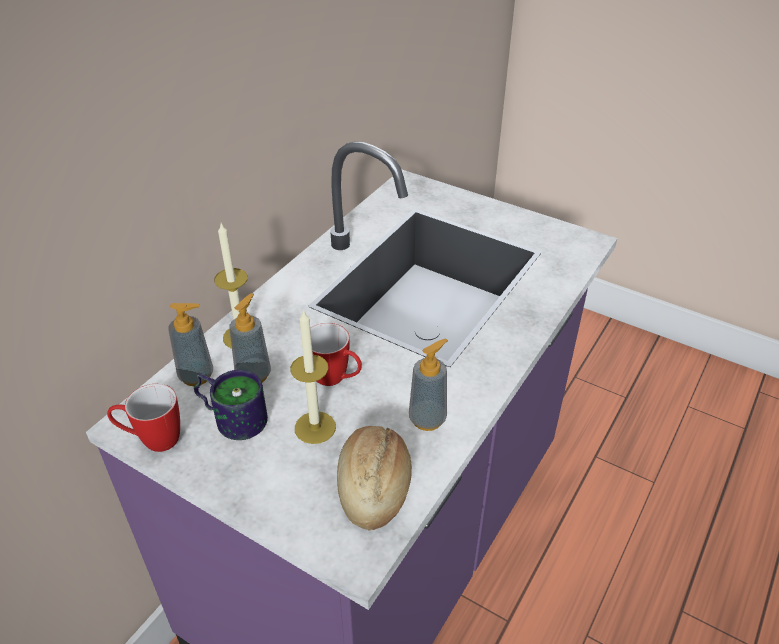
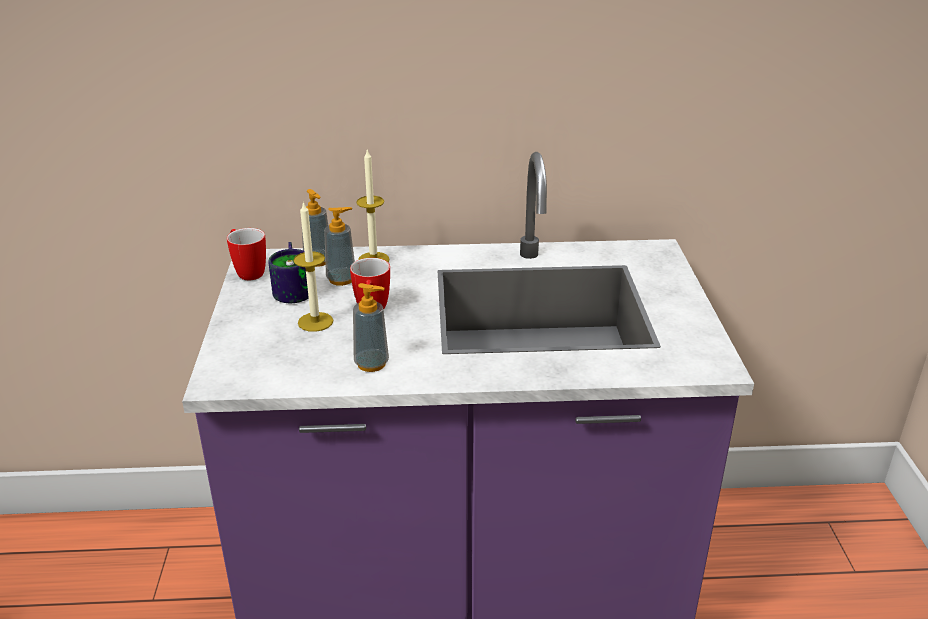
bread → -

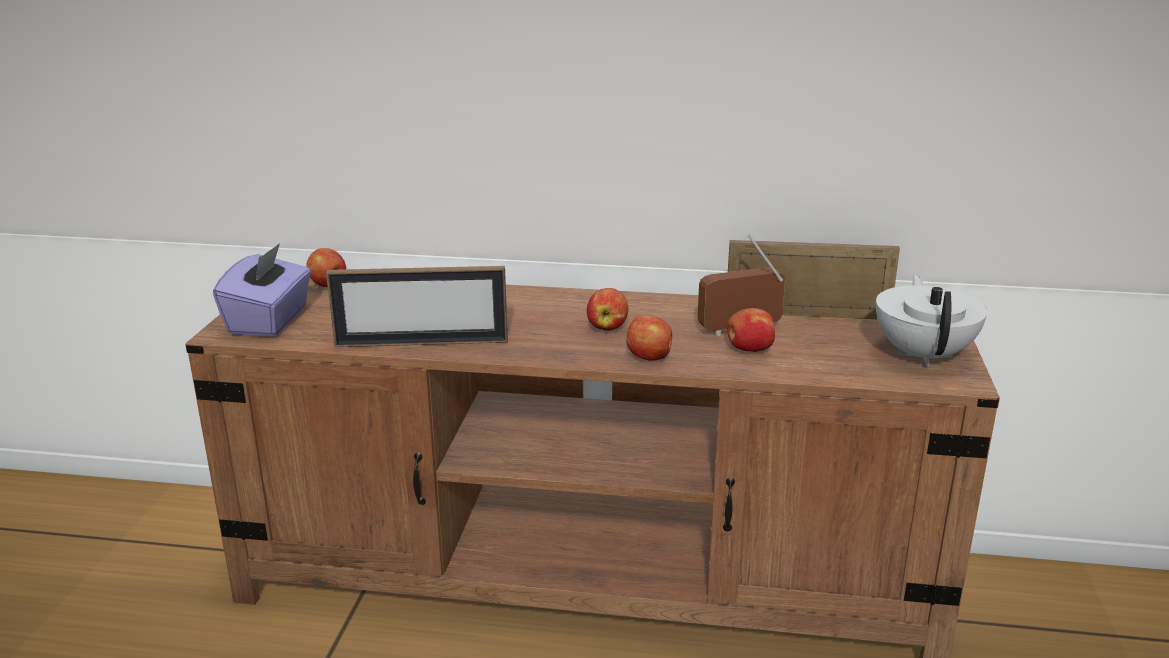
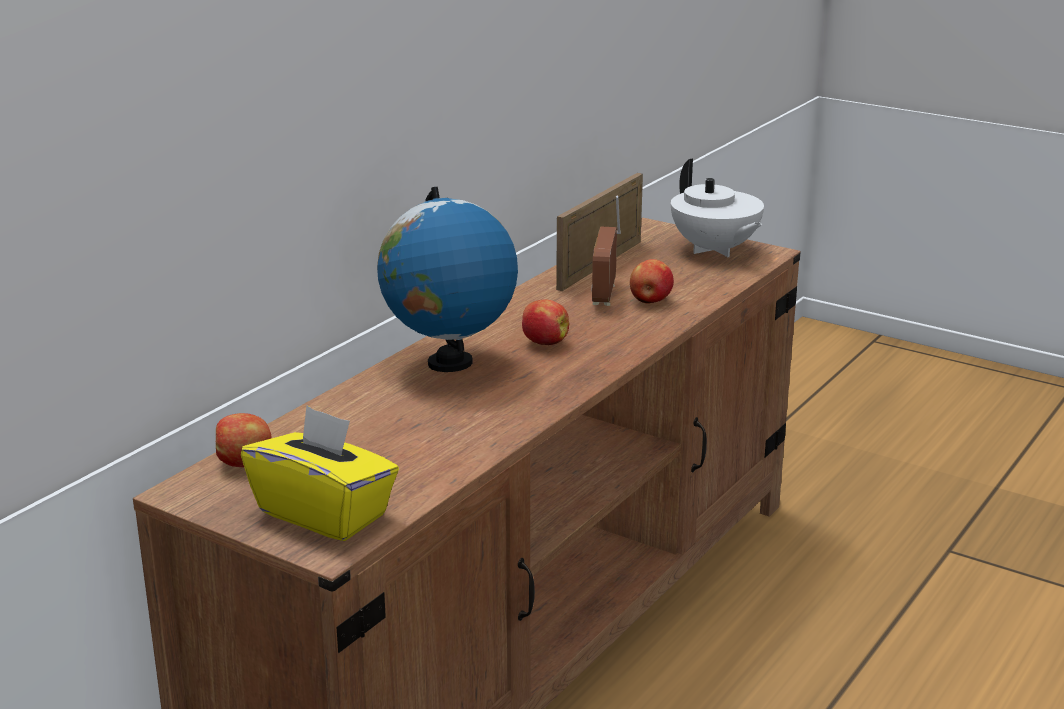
picture frame (1st from left) → -
apple (3rd from left) → -
- → globe
tissue box (purple) → tissue box (yellow)
teapot (white), 150 degrees counterclockwise

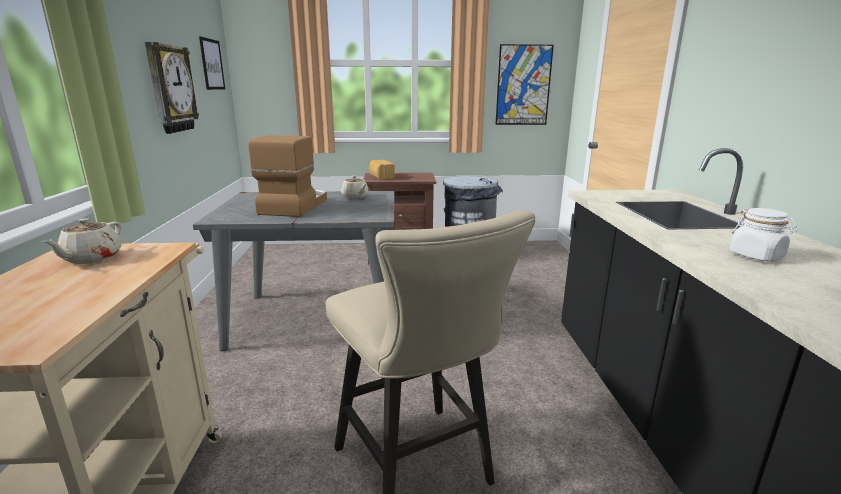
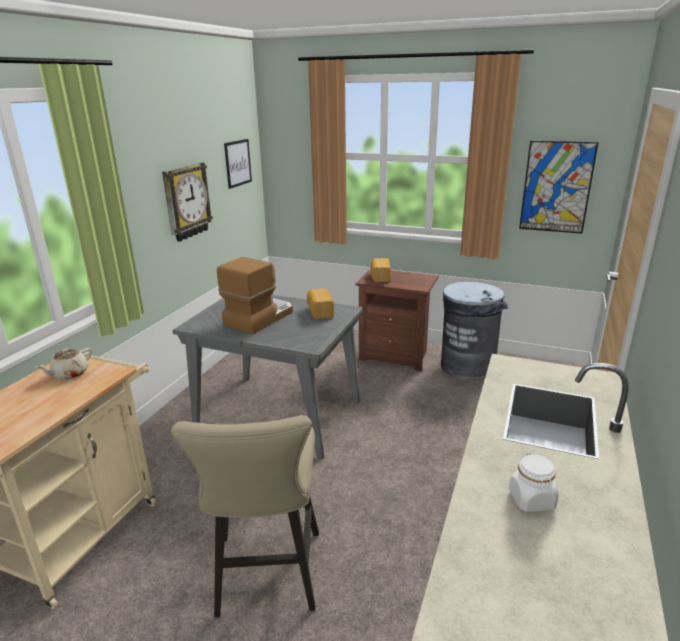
teapot (beige) (2nd from left) → bread (1st from left)

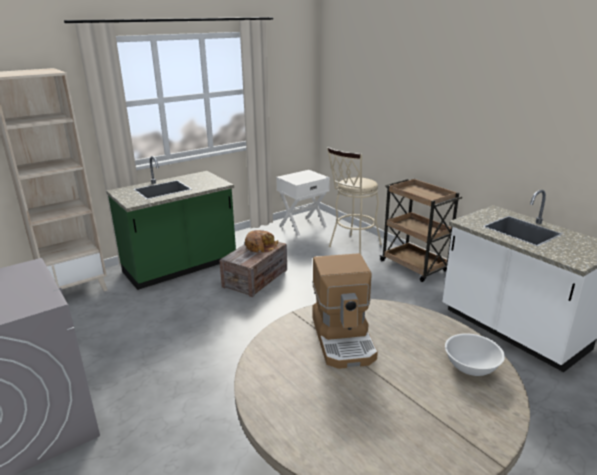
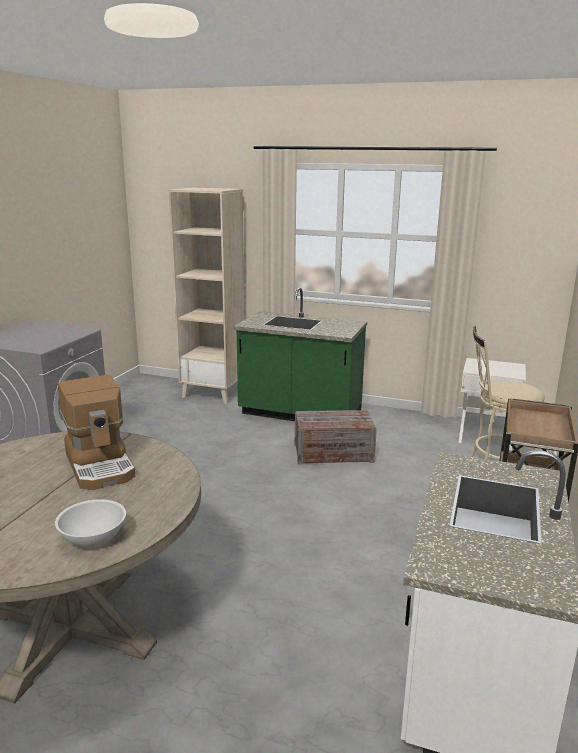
bread → -
coffee machine, 75 degrees counterclockwise

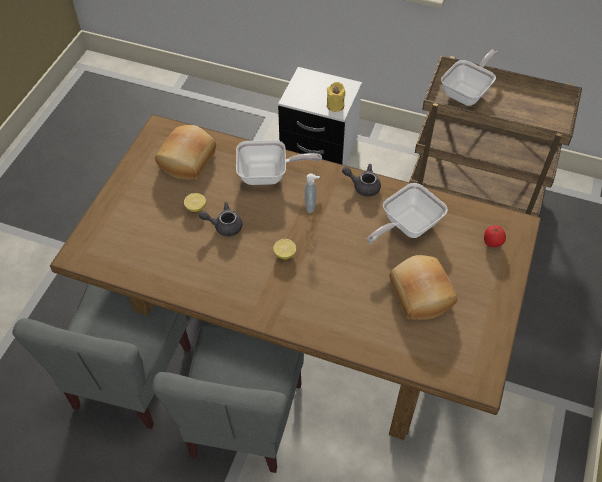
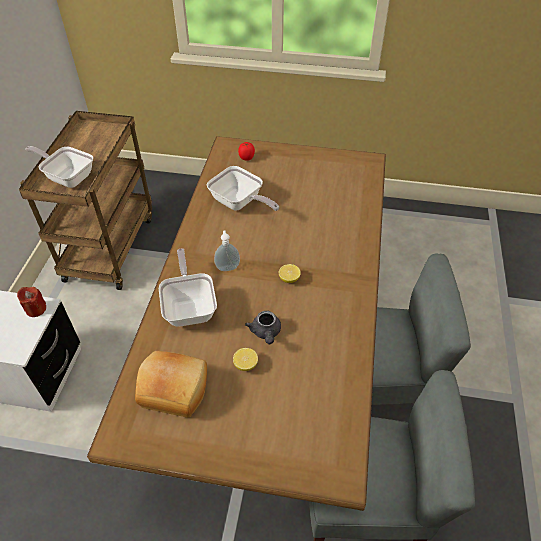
teapot (grey) (2nd from left) → -
bread (2nd from left) → -
candle (yellow) → candle (red)

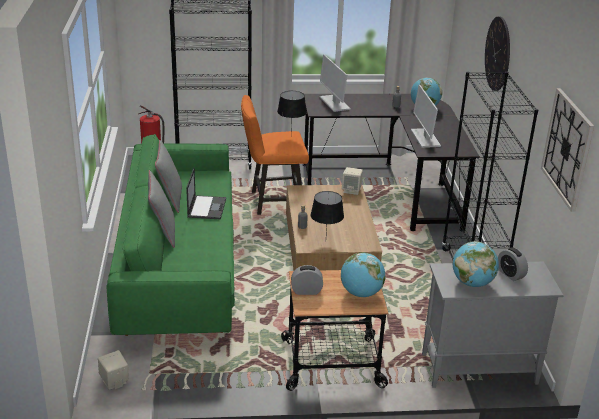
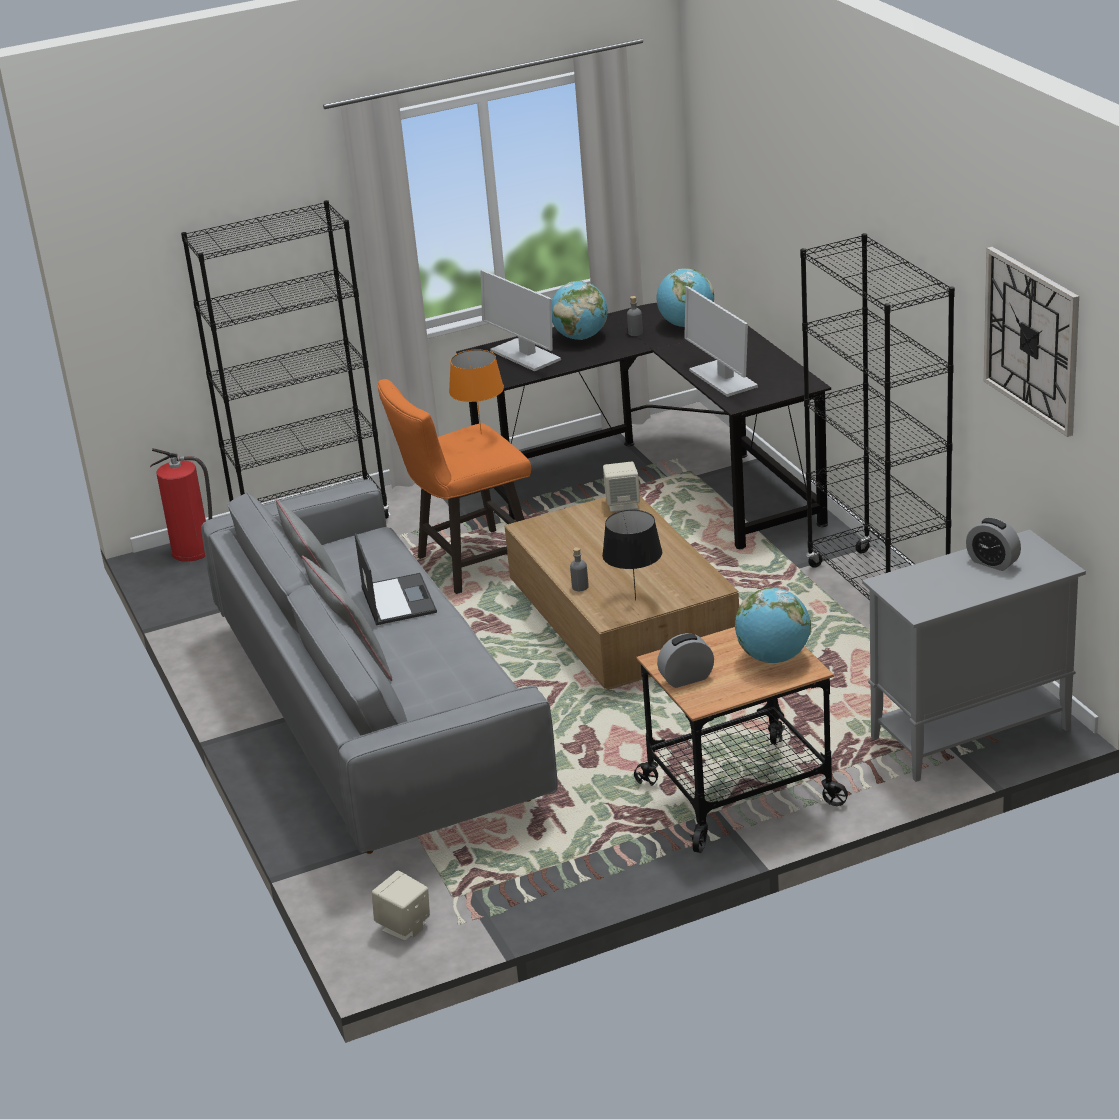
wall clock (1st from left) → -
globe (3rd from left in the first image) → globe (1st from left), move
sofa (green) → sofa (grey)
table lamp (black) (1st from left) → table lamp (orange)

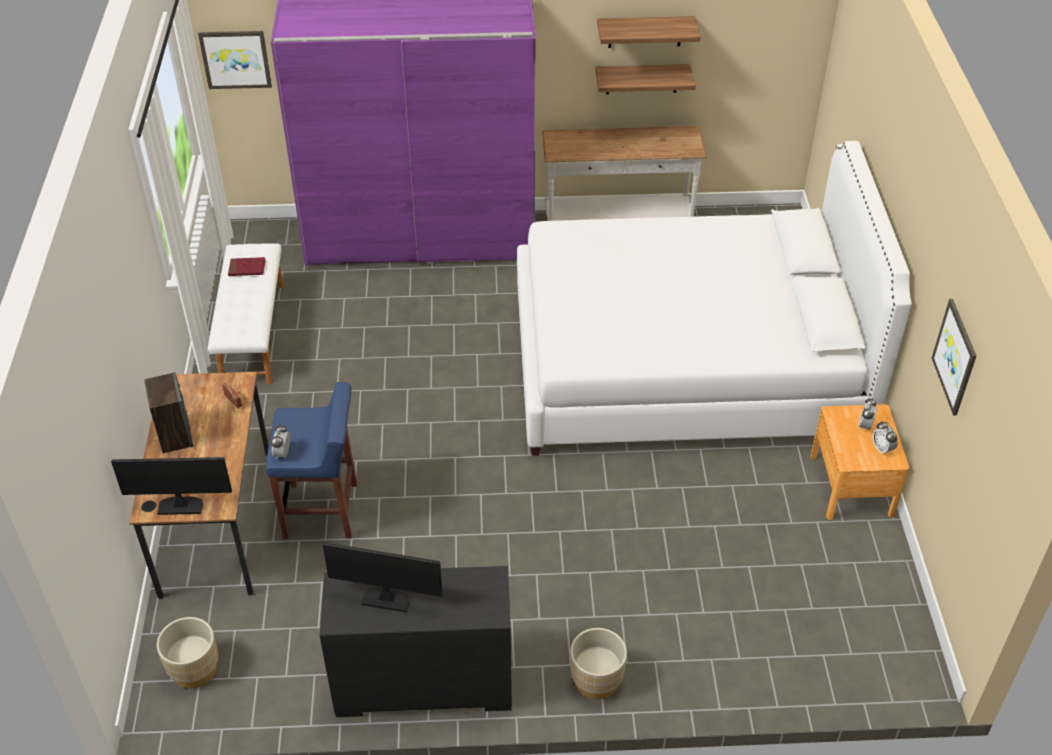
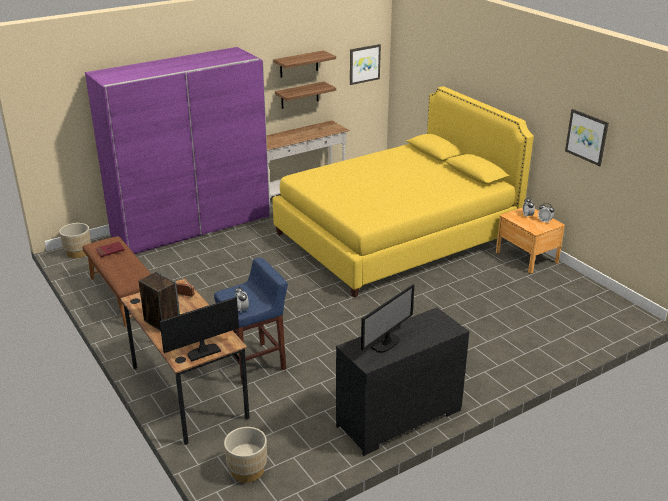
picture (1st from left), move
planter (beige) (2nd from left in the first image) → planter (beige) (1st from left), move
bench (white) → bench (brown)
bed (white) → bed (yellow)
monitor (2nd from left), 150 degrees clockwise

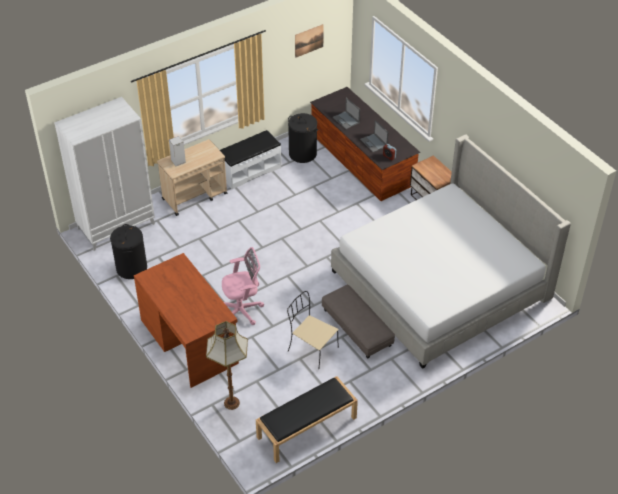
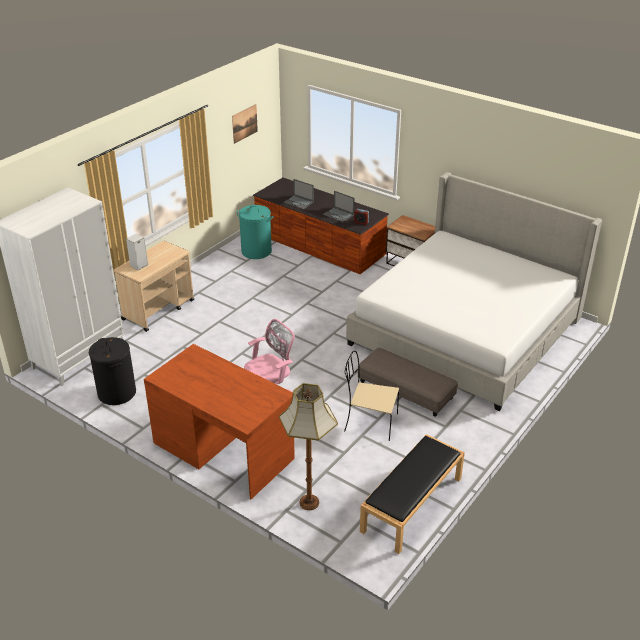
bench (white) → -
laundry basket (black) (2nd from left) → laundry basket (turquoise)

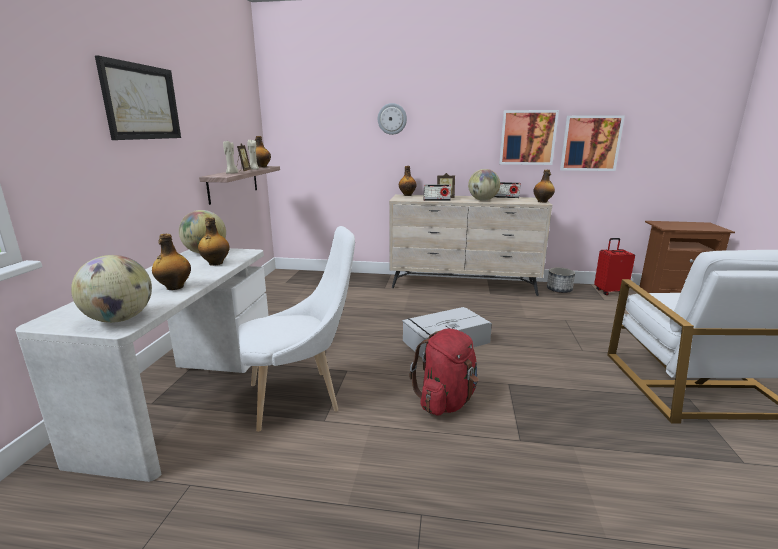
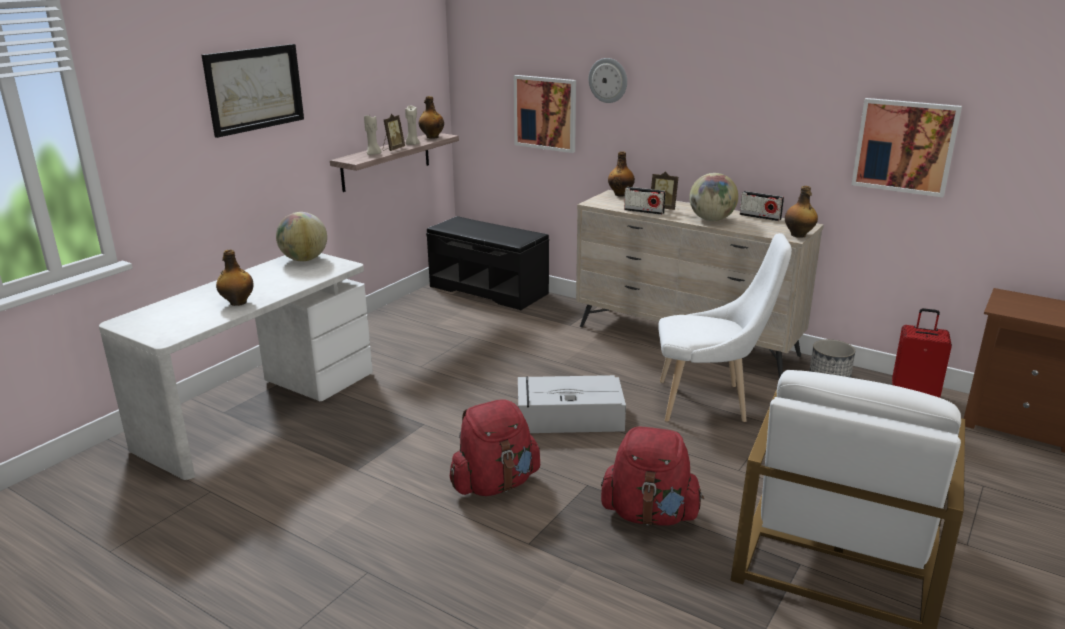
globe (1st from left) → -
bottle (2nd from left) → -
- → bench (black)
- → backpack (red) (2nd from left)
chair (white), move
picture (2nd from left), move

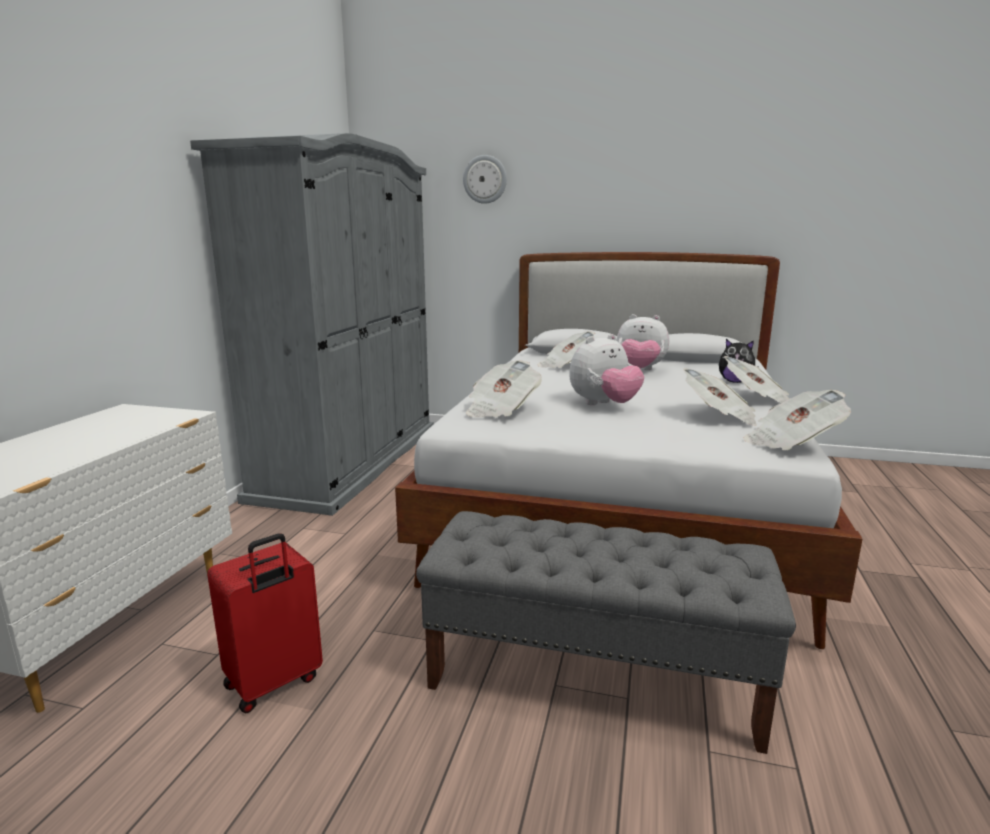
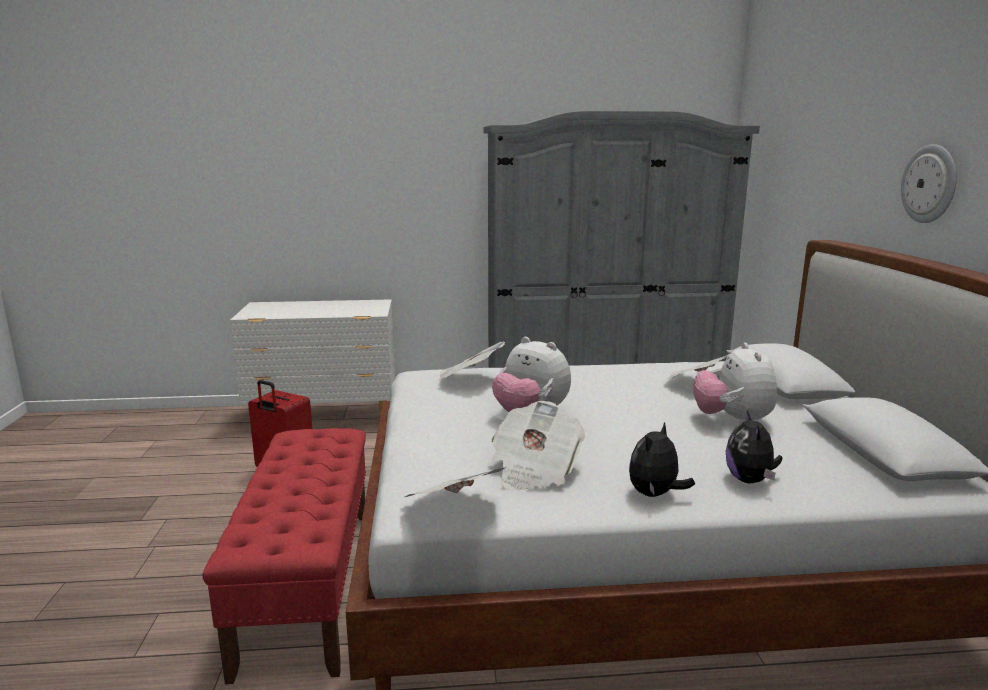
wall clock, move
newspaper (4th from left) → plush toy (2nd from left)
bench (grey) → bench (red)

